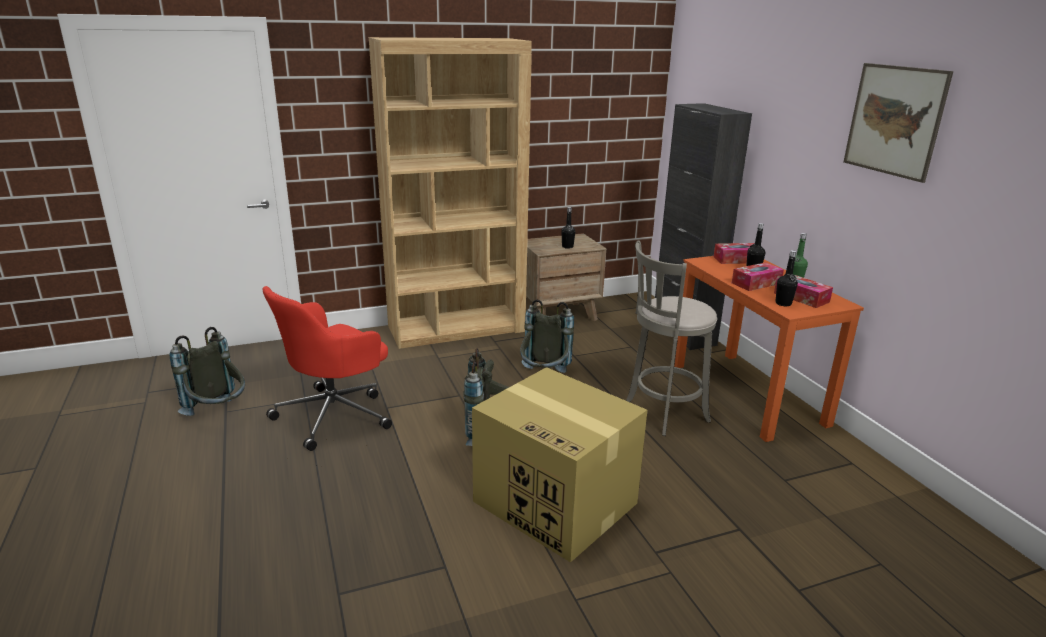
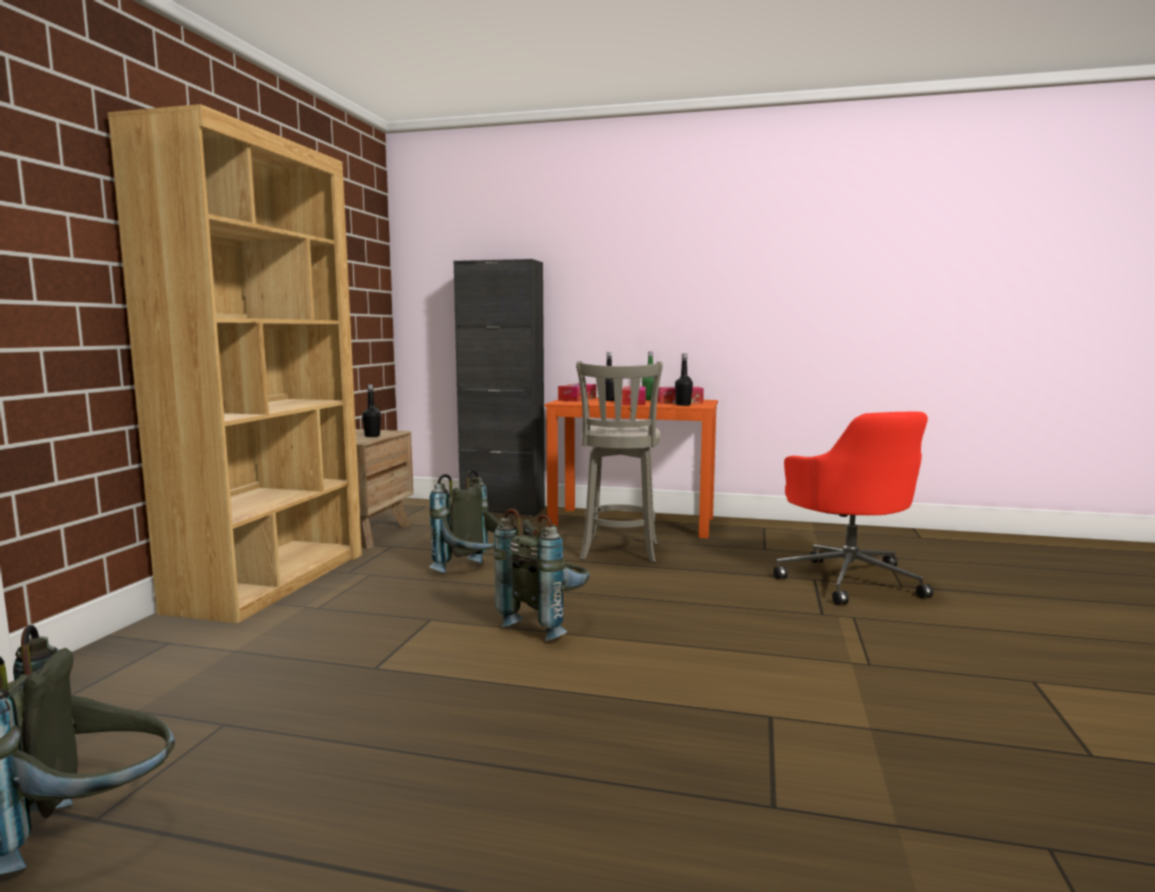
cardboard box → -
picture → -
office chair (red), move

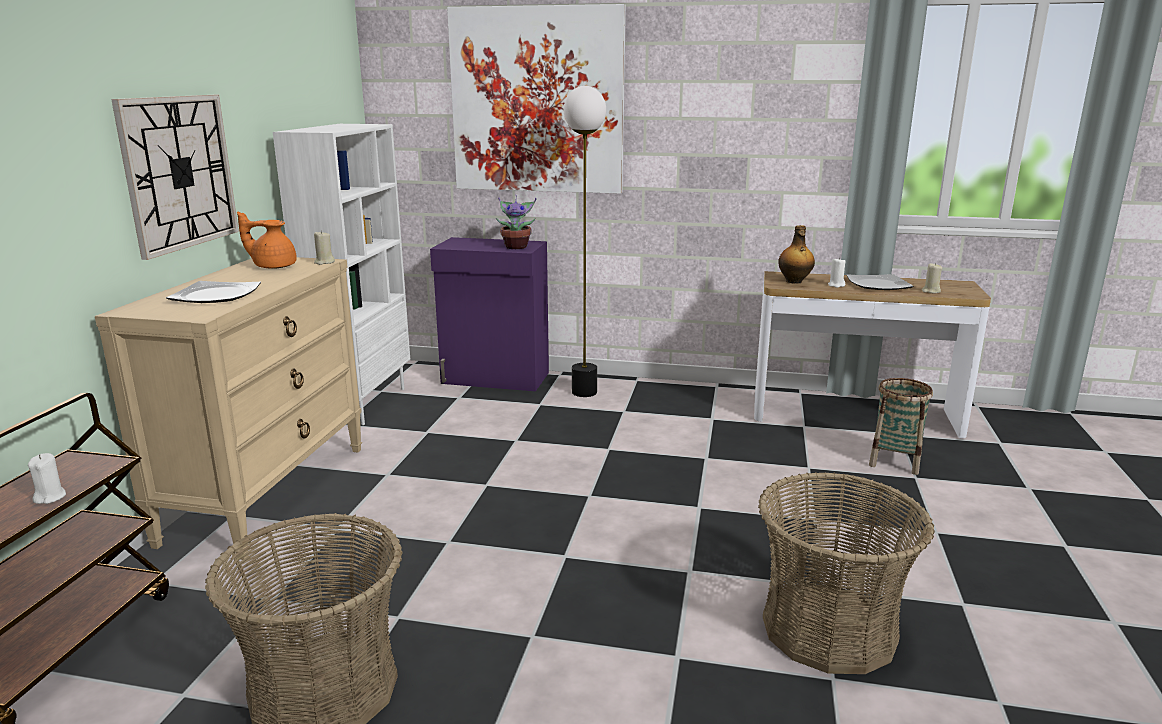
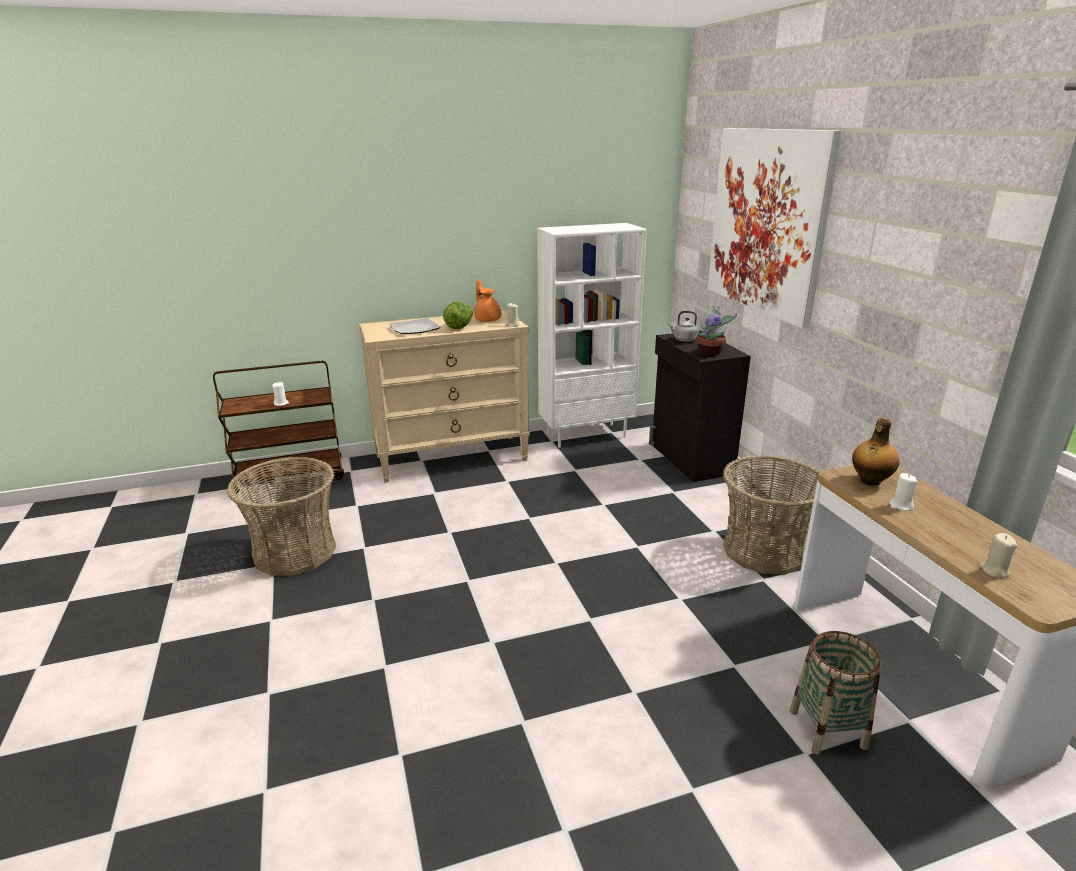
wall clock → -
floor lamp → -
plate (2nd from left) → -
- → lettuce
- → kettle (grey)
basket (2nd from left), move
cabinet (purple) → cabinet (black)

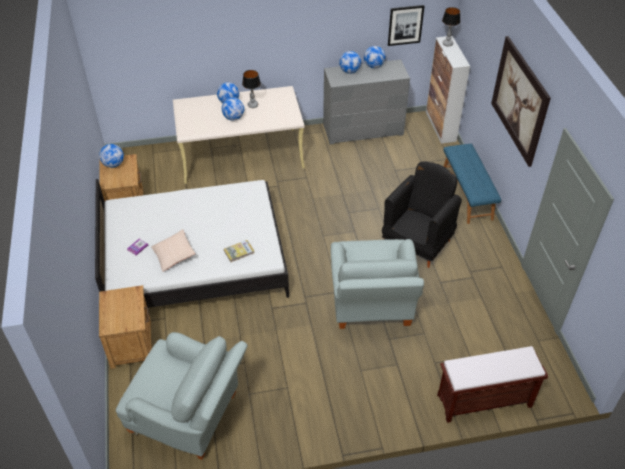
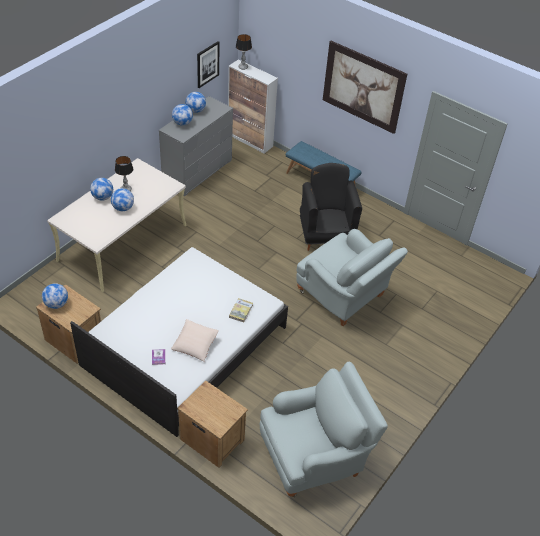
bench (brown) → -

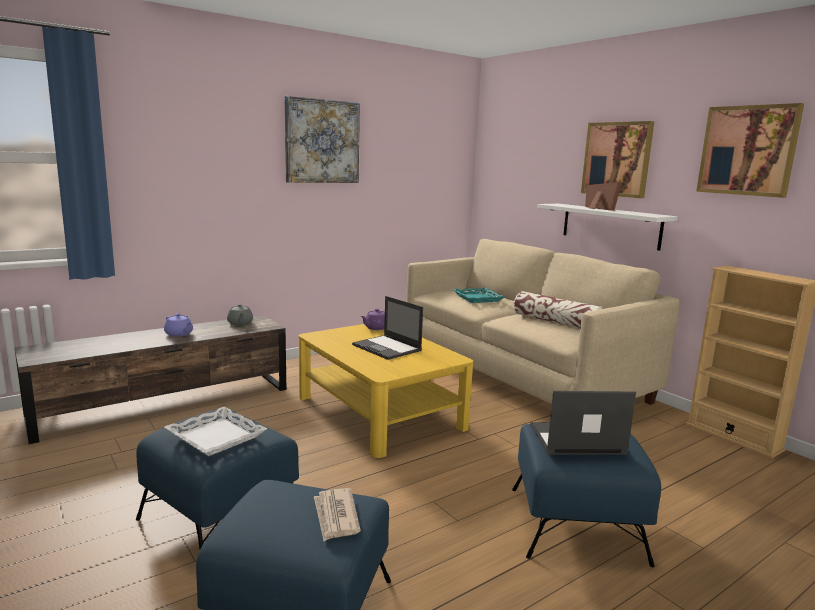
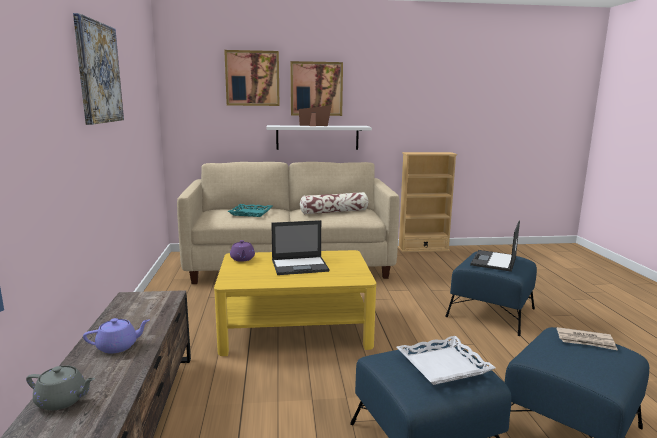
teapot (grey), move
picture (3rd from left in the first image) → picture (2nd from left), move

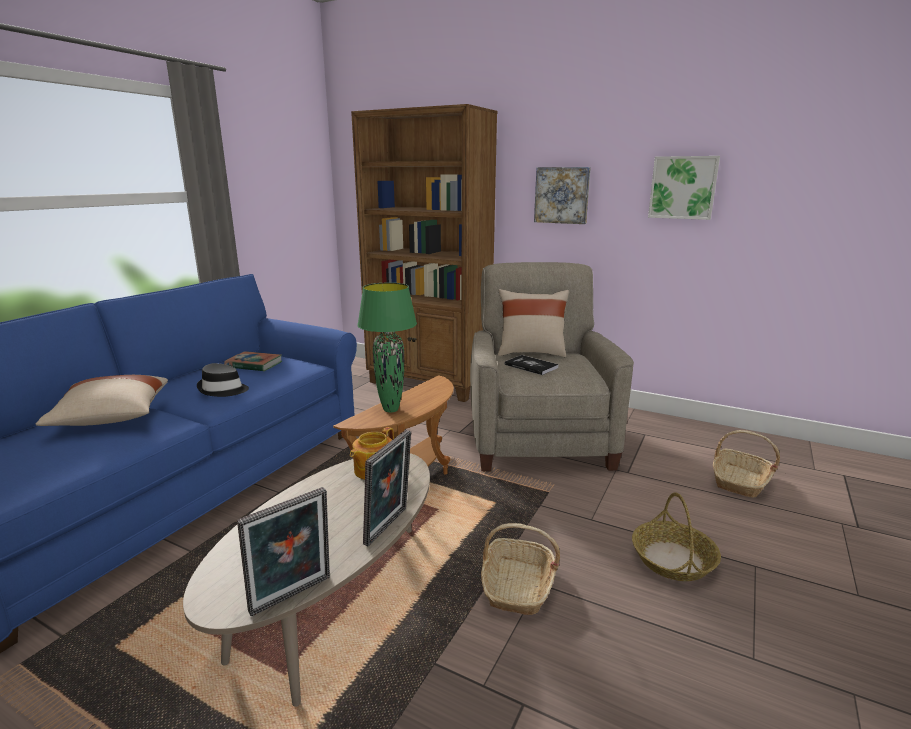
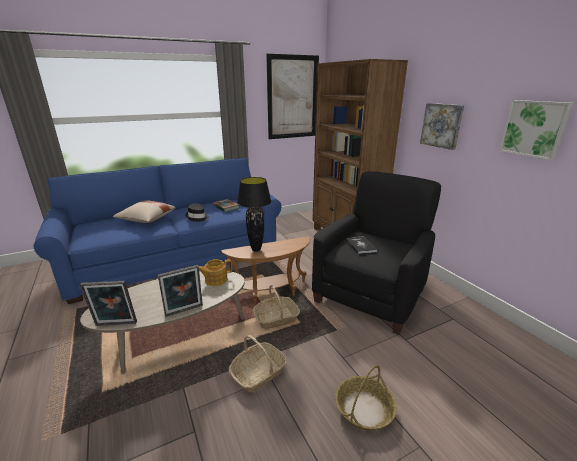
pillow (beige) (2nd from left) → -
- → picture (1st from left)
basket (3rd from left in the first image) → basket (2nd from left), move
table lamp (green) → table lamp (black)
armchair (beige) → armchair (black)

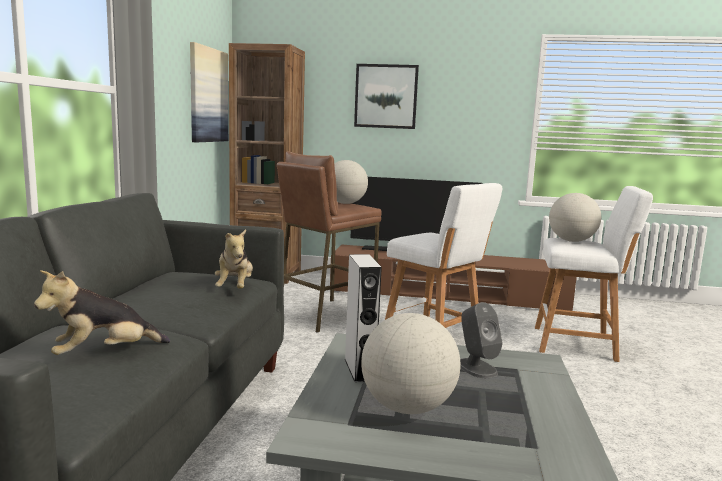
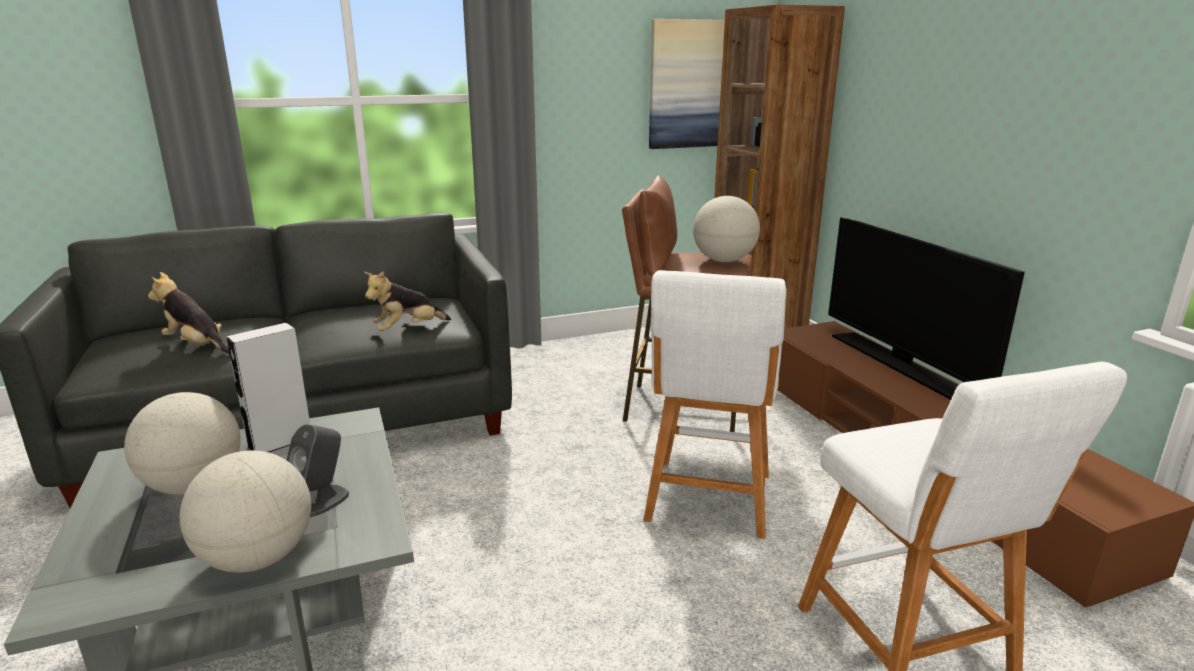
picture (2nd from left) → -
globe (3rd from left in the first image) → globe (2nd from left), move

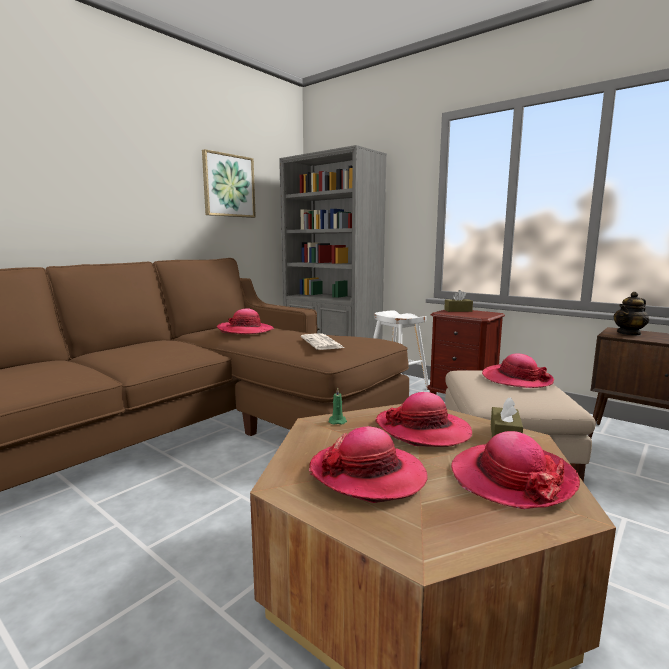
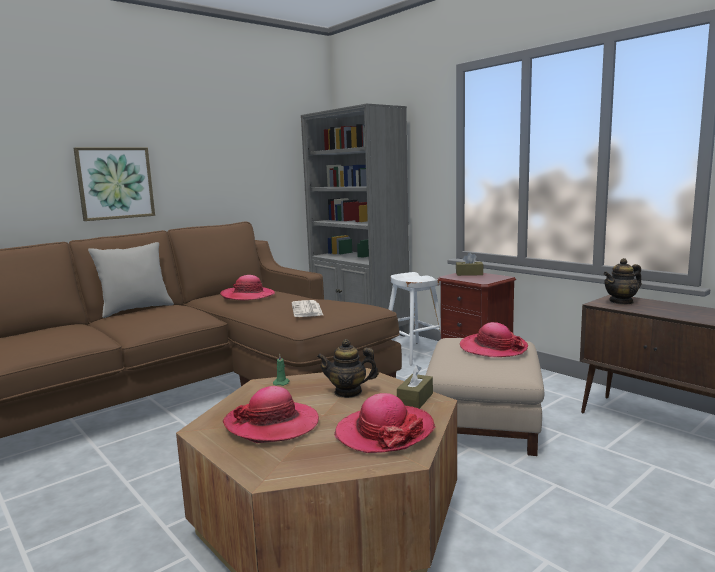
- → pillow (grey)
picture, move
hat (3rd from left) → teapot (1st from left)

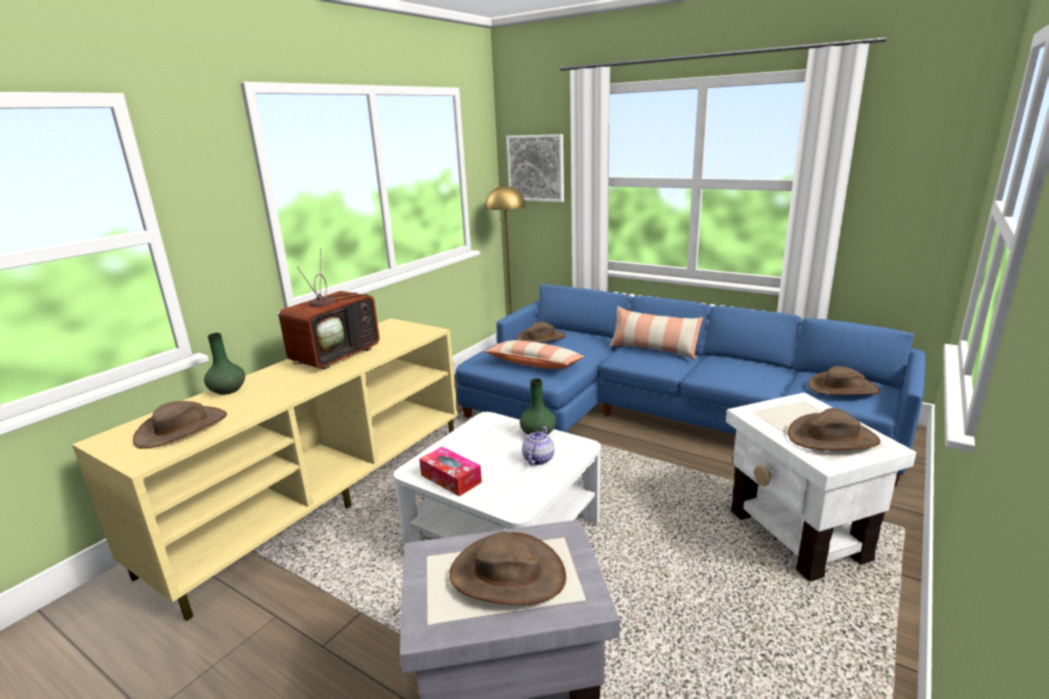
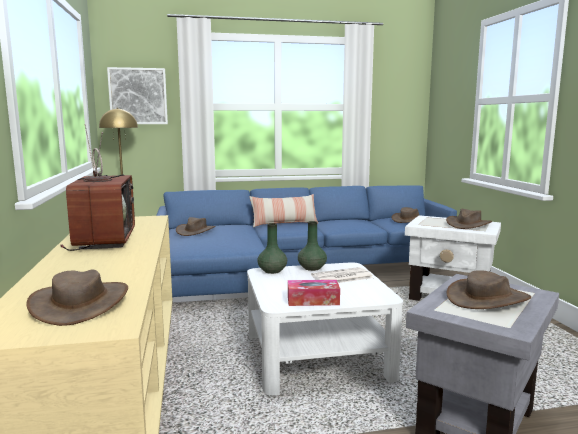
pillow (1st from left) → -
vase (green) (1st from left), move
teapot → newspaper

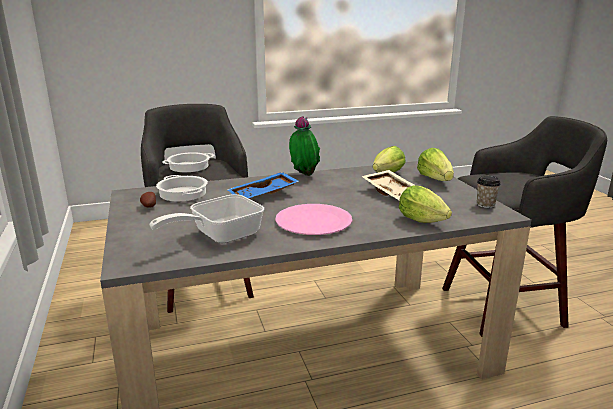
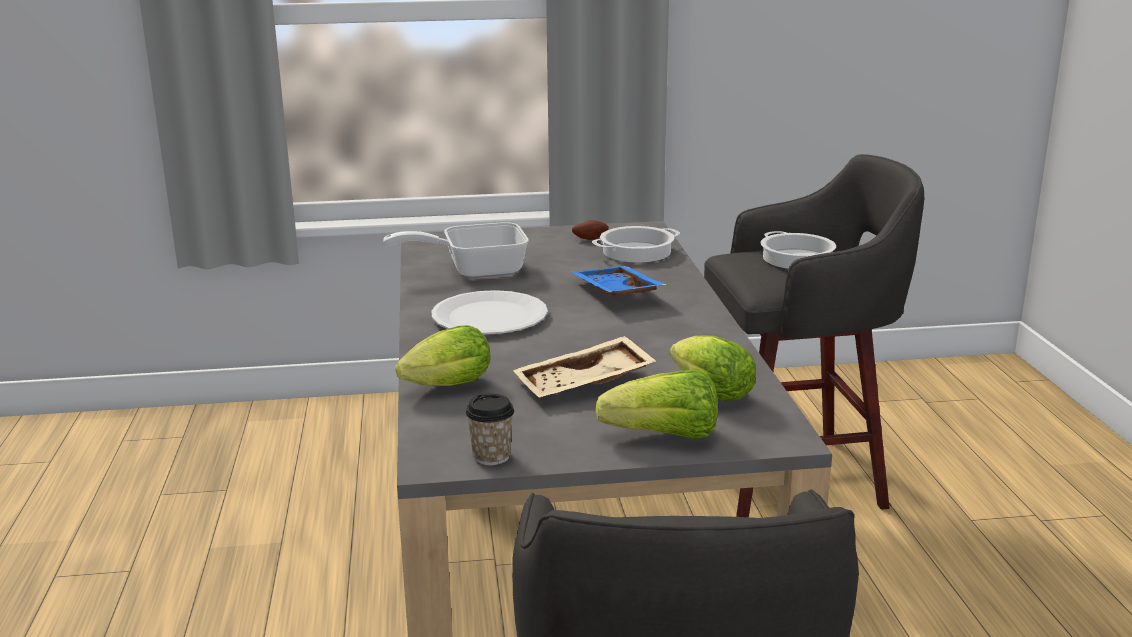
potted plant → -
plate (pink) → plate (white)
frying pan, 75 degrees counterclockwise

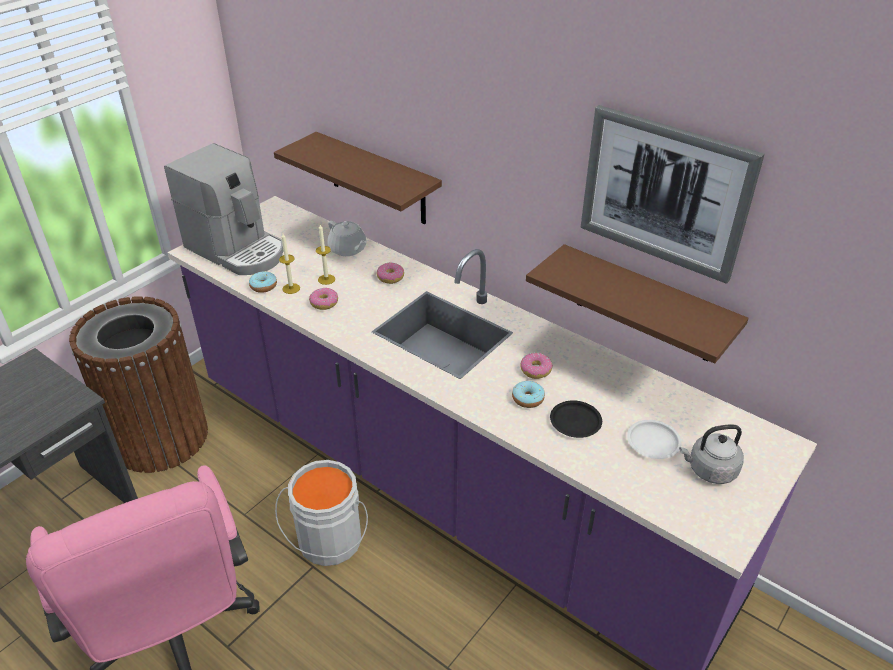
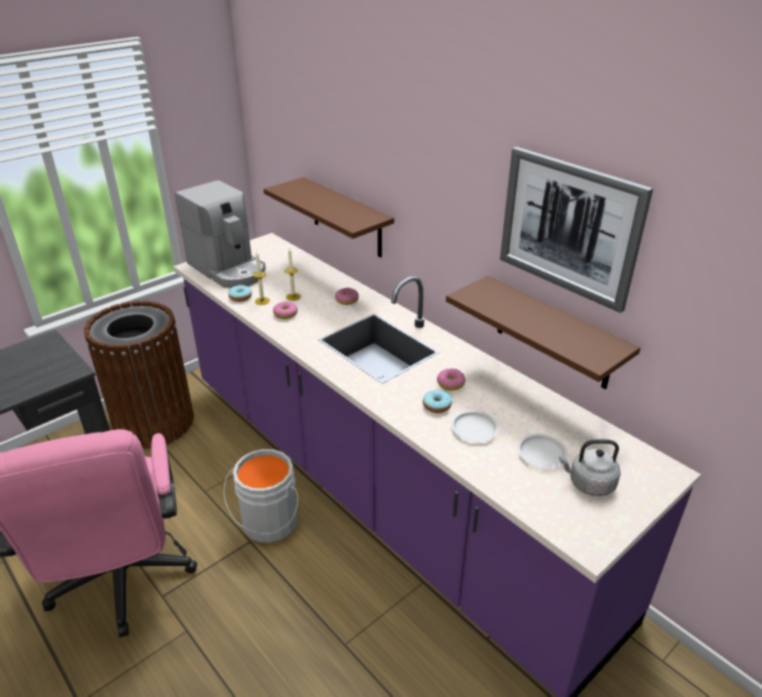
teapot (white) → -
plate (black) → plate (white) (1st from left)

